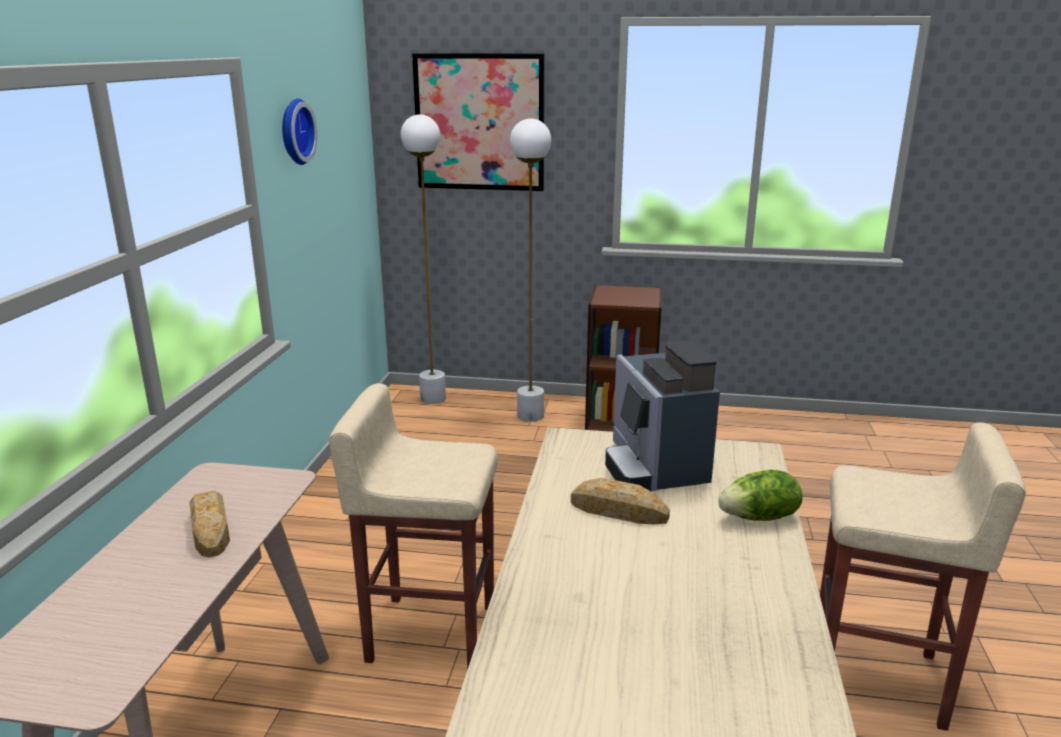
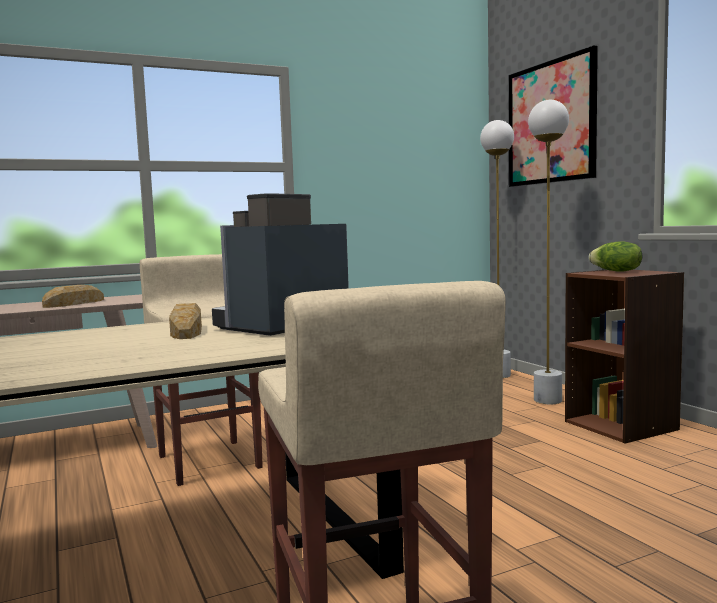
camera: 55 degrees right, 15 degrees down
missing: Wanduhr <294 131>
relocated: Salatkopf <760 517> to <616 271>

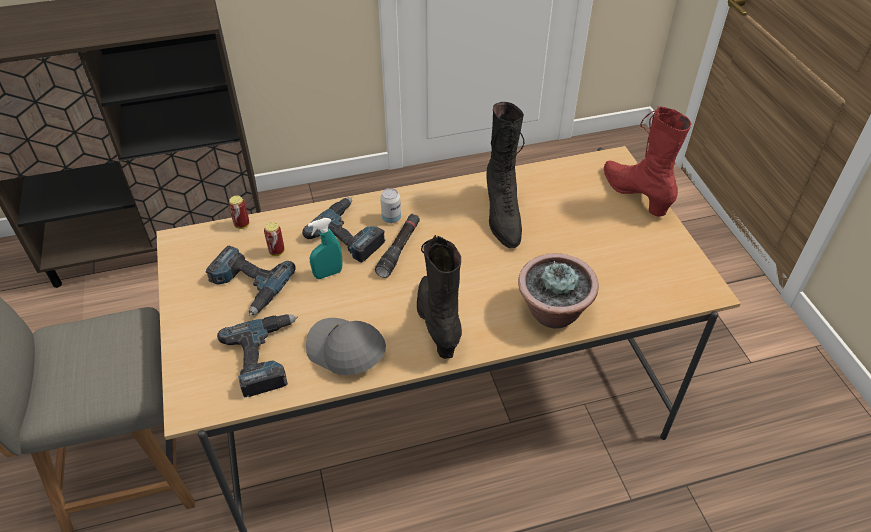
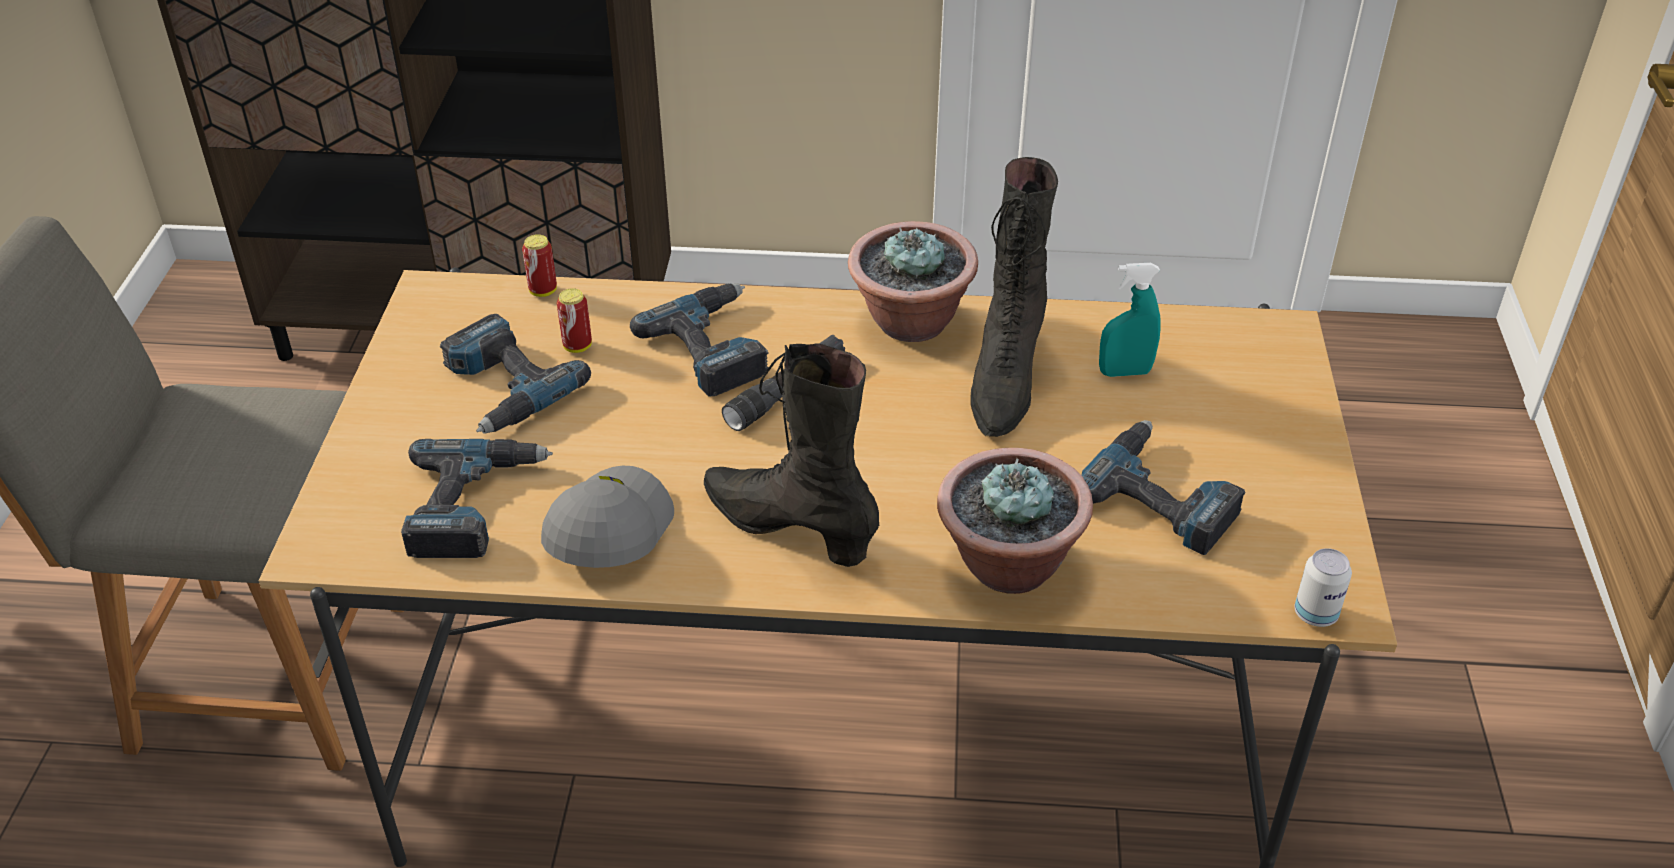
camera: 20 degrees right, 5 degrees down
missing: Stiefel [rot] <635 194>
appeared: Topfpflanze <910 323>; Bohrmaschine <1162 496>
relocated: Sprühflasche [türkis] <328 273> to <1124 372>; Dose <391 218> to <1315 614>
spun: Kappe [grau] <345 351> = <606 530> 45 degrees clockwise; Stiefel [schwarz] <438 323> = <789 528> 60 degrees counterclockwise

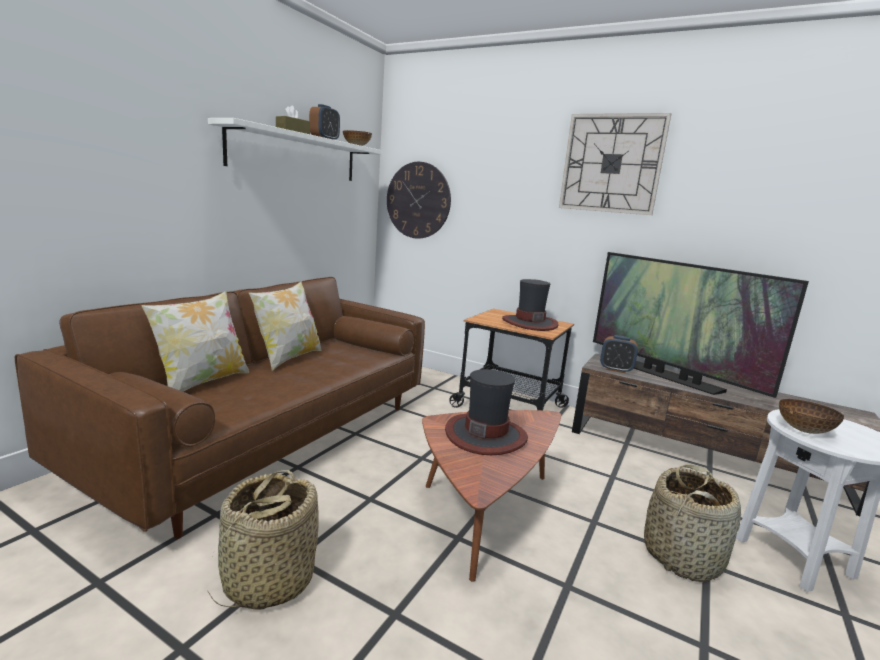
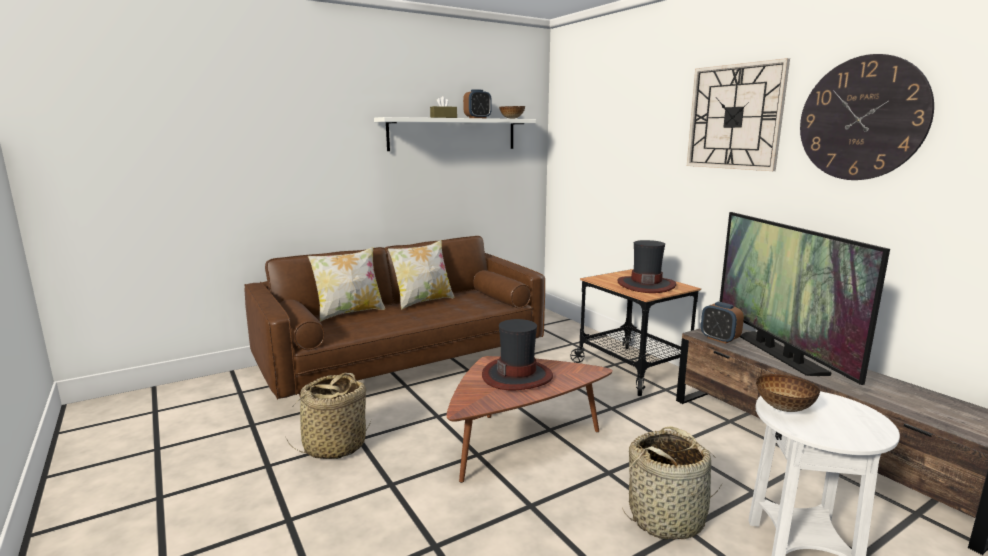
camera: 30 degrees right, 0 degrees up
relocated: Wanduhr <418 200> to <862 119>

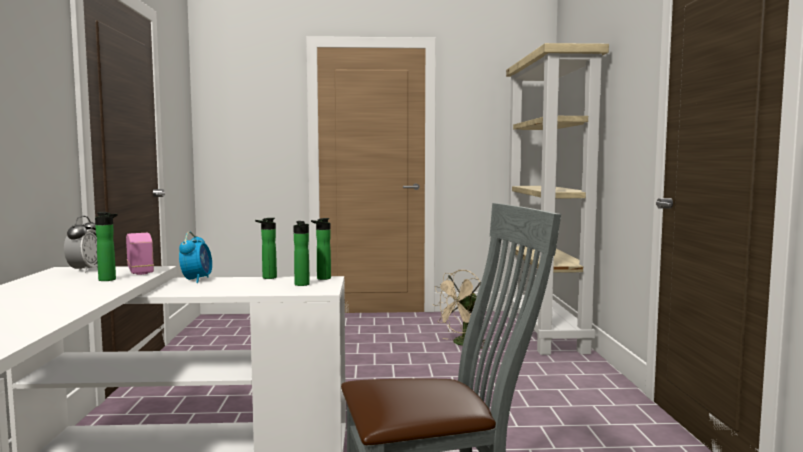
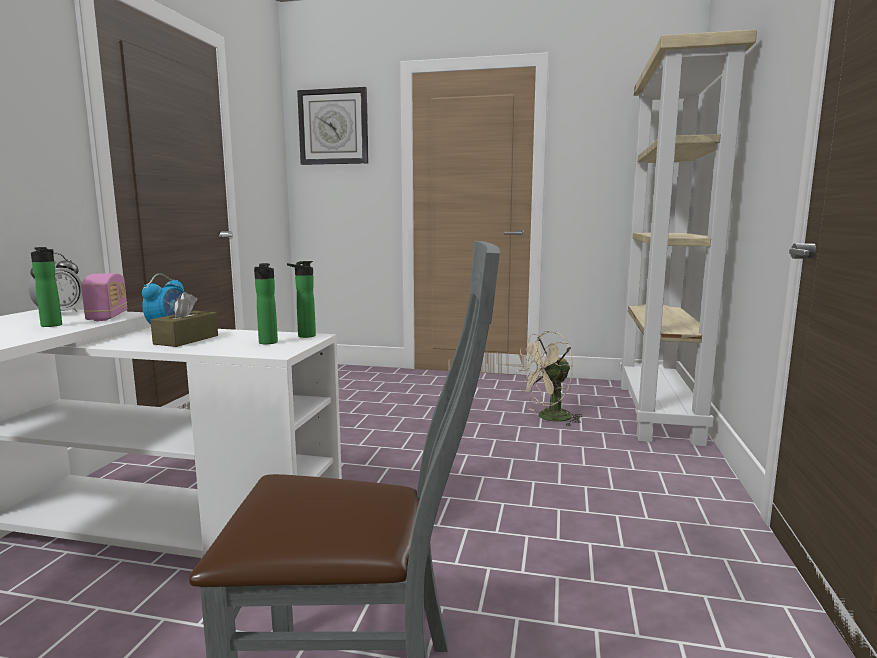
camera: 15 degrees right, 5 degrees up
missing: Flasche <267 278>
appeared: Taschentuchbox [braun] <186 340>; Wanduhr <333 127>

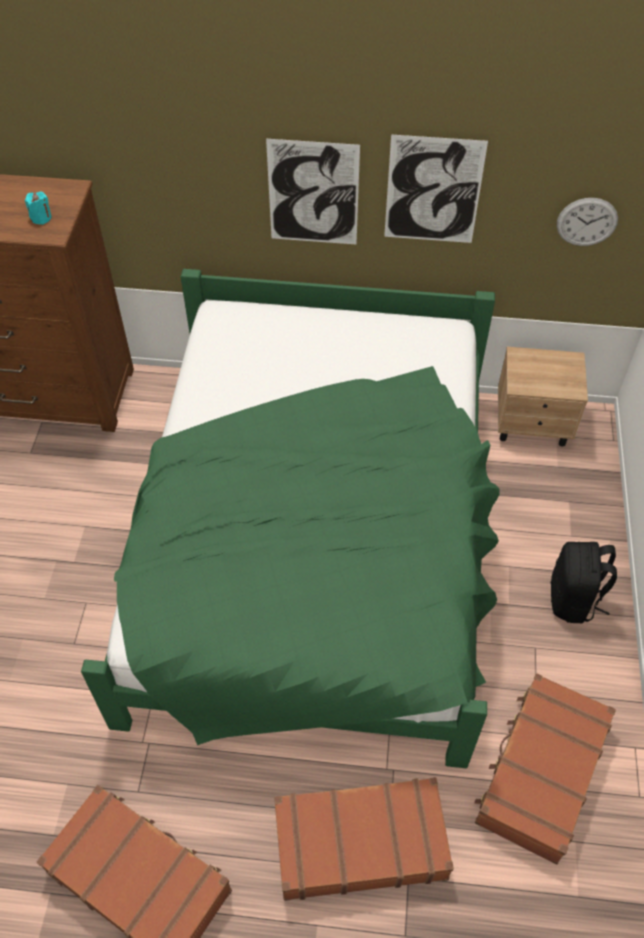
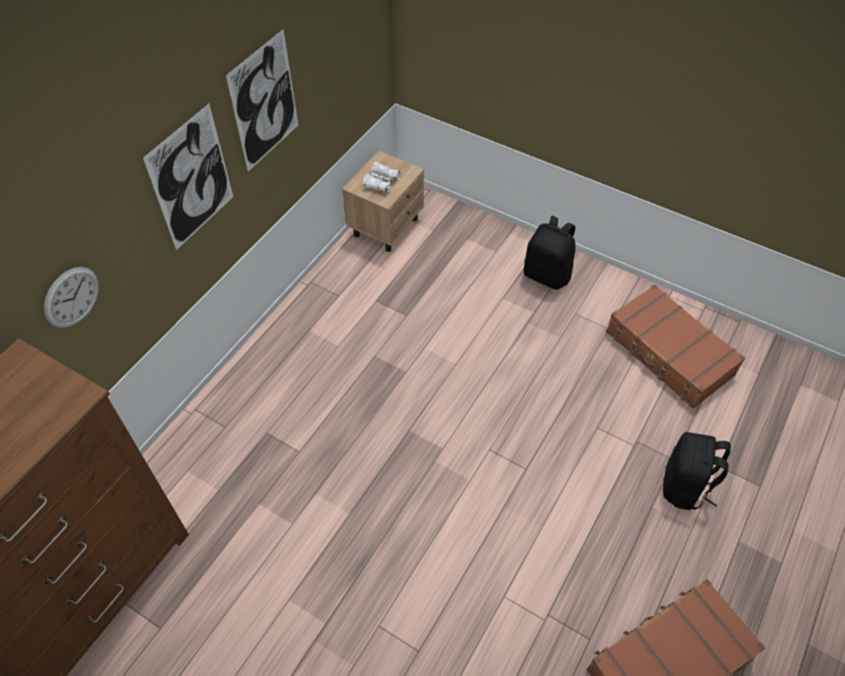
camera: 65 degrees left, 0 degrees up
missing: Kerze [türkis] <41 218>; Bett [grün] <315 546>
appeared: Fernglas [weiß] <381 183>
relocated: Wanduhr <587 222> to <72 297>
exchanged: Koffer [braun] <359 842> to Rucksack [schwarz] <685 487>

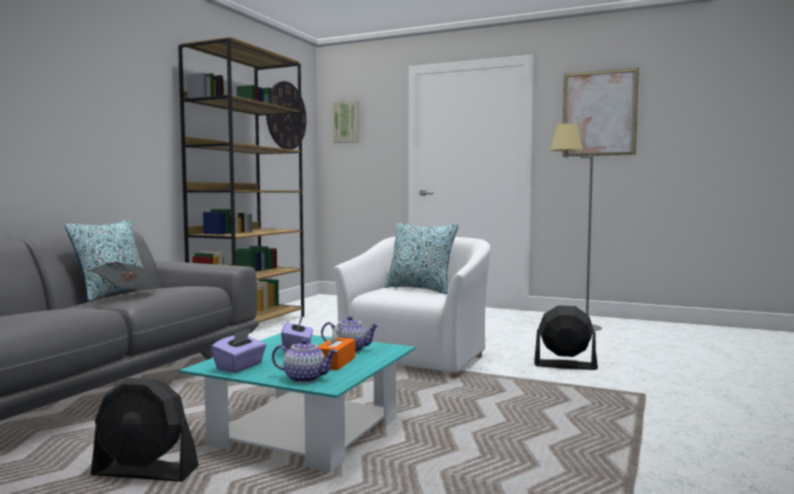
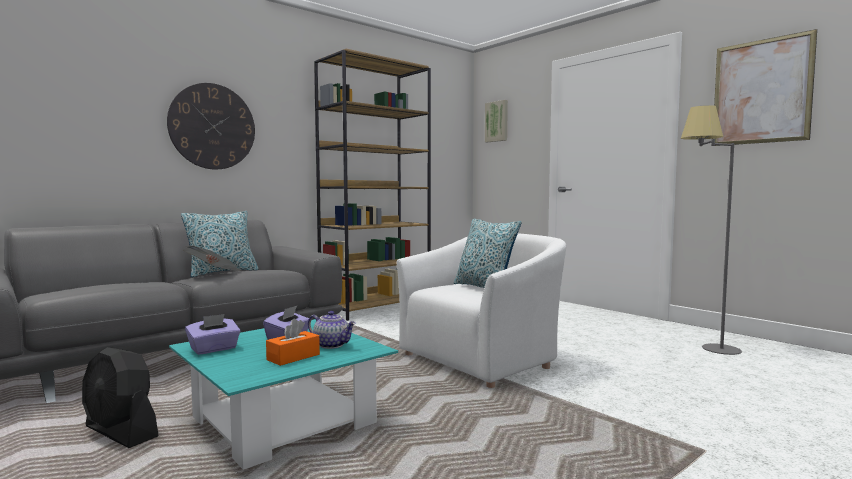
camera: 25 degrees right, 0 degrees up
missing: Teekanne <305 378>; Ventilator [schwarz] <564 365>
relocated: Wanduhr <286 116> to <212 126>

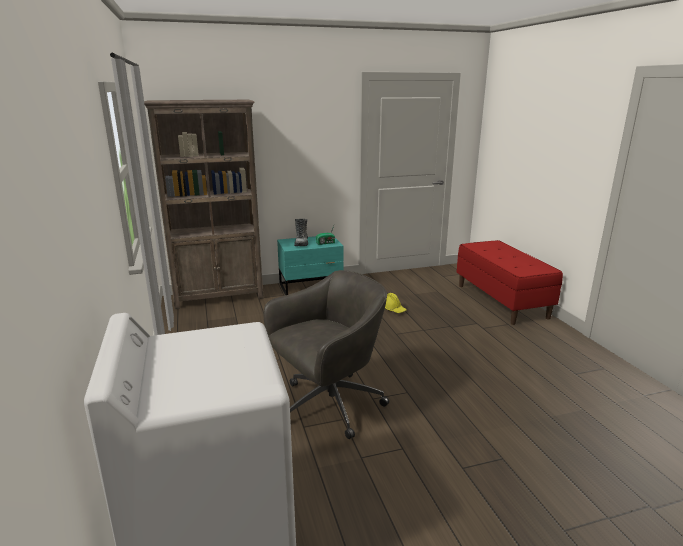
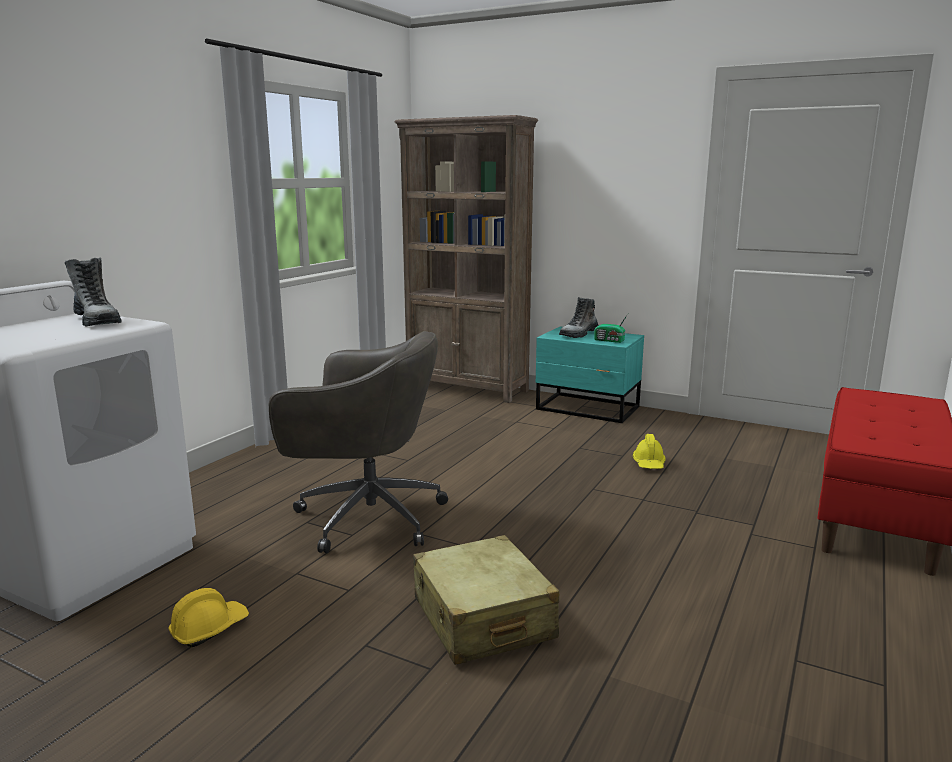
camera: 45 degrees right, 5 degrees down
appeared: Stiefel <97 321>; Schutzhelm [gelb] <209 628>; Koffer [beige] <482 618>

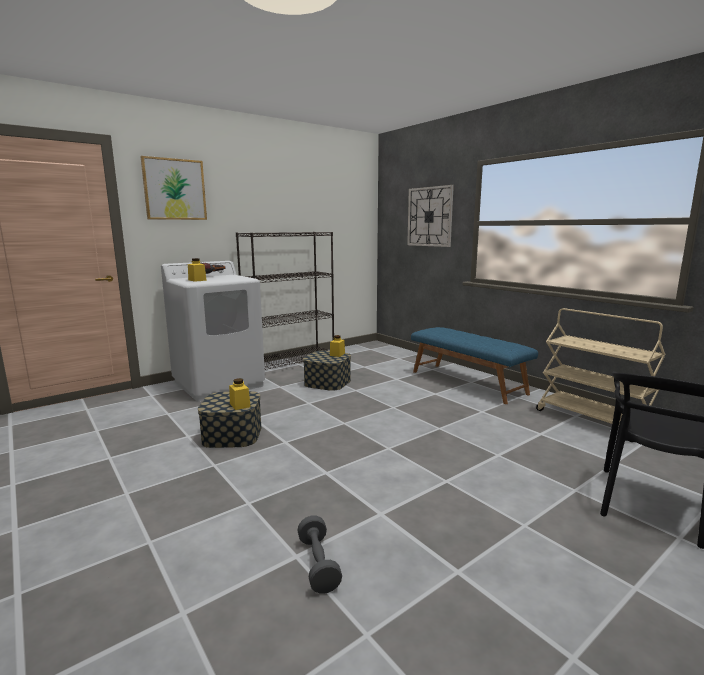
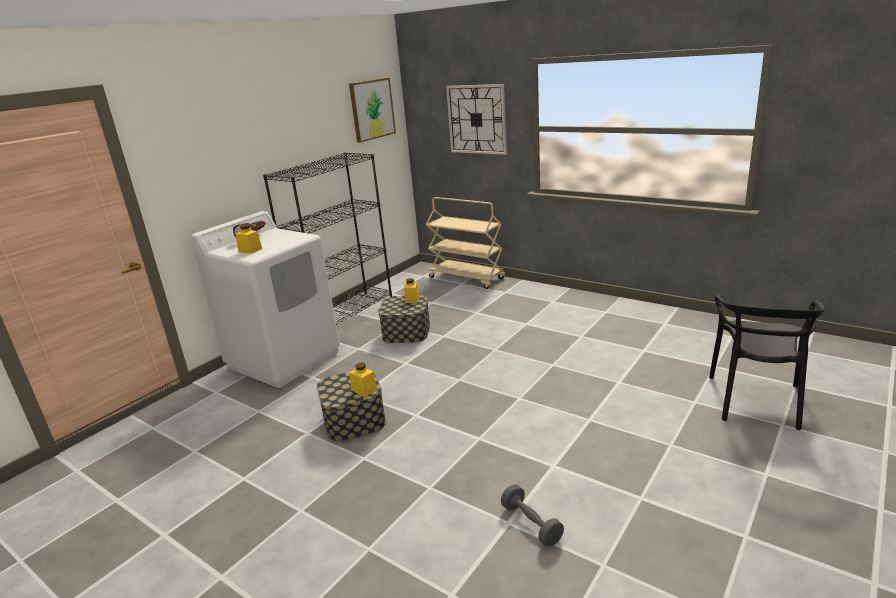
camera: 15 degrees left, 10 degrees up
missing: Bank [blau] <467 382>
relocated: Bild <174 189> to <372 109>; Rollwagen [beige] <592 420> to <467 278>

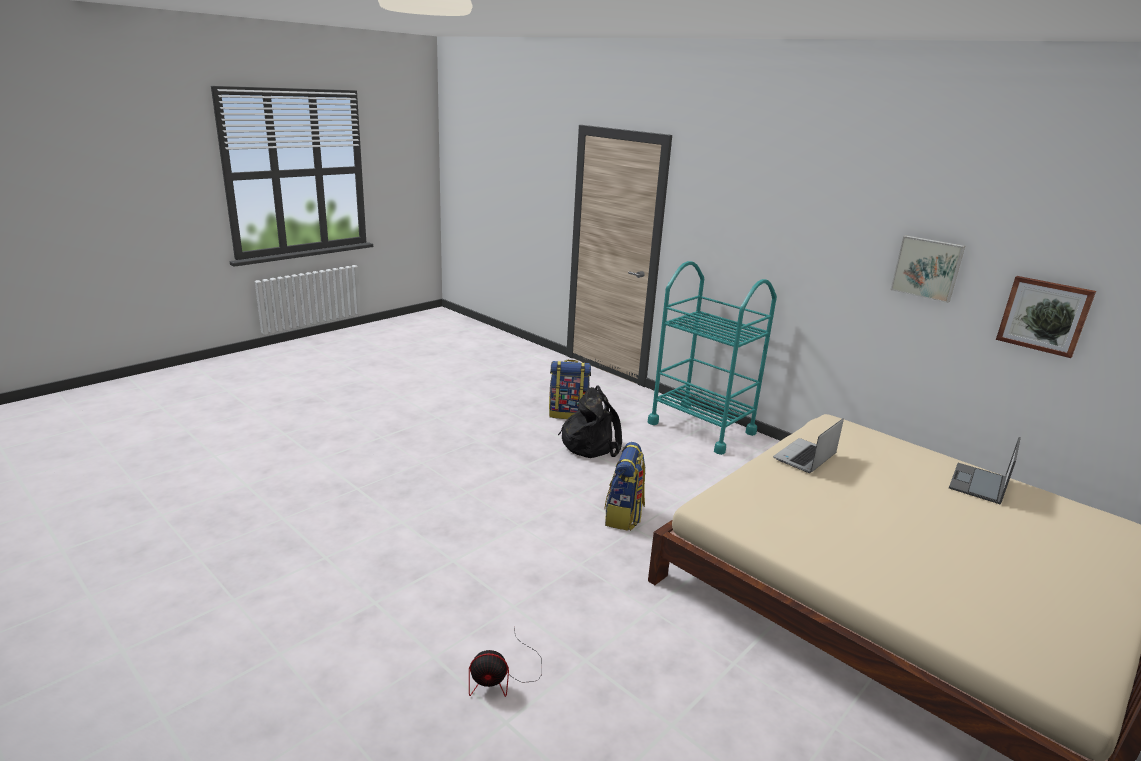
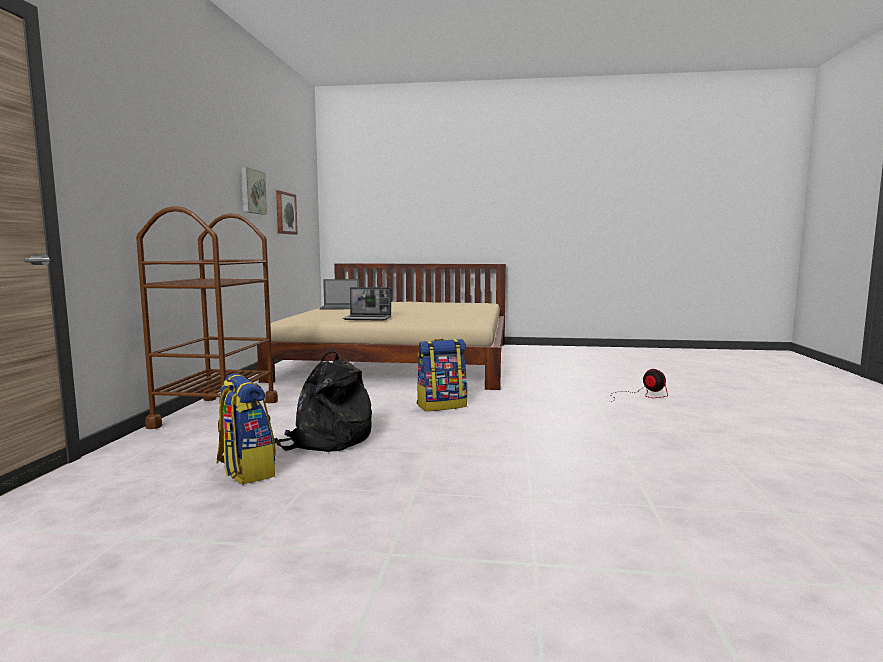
camera: 125 degrees left, 15 degrees down
colour: Rollwagen [türkis] <701 428> to Rollwagen [braun] <217 414>

